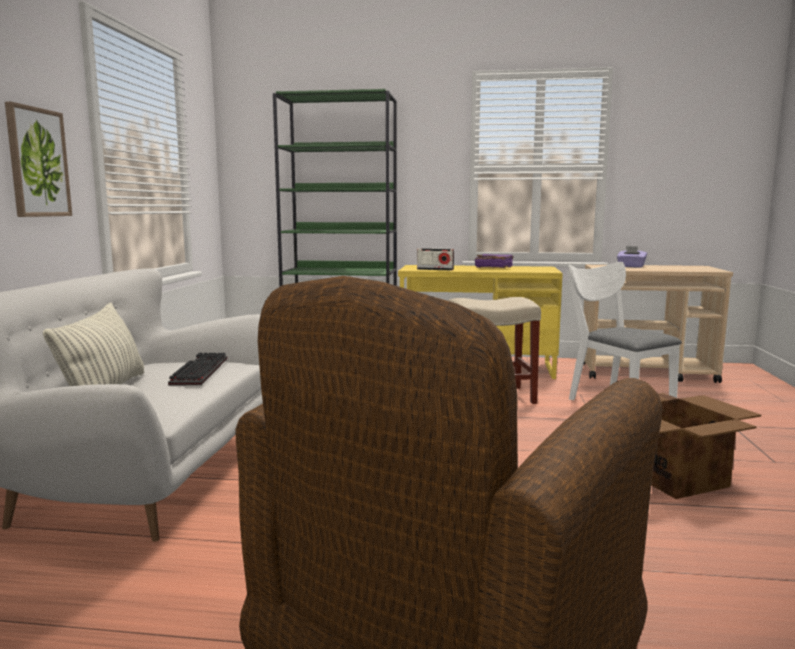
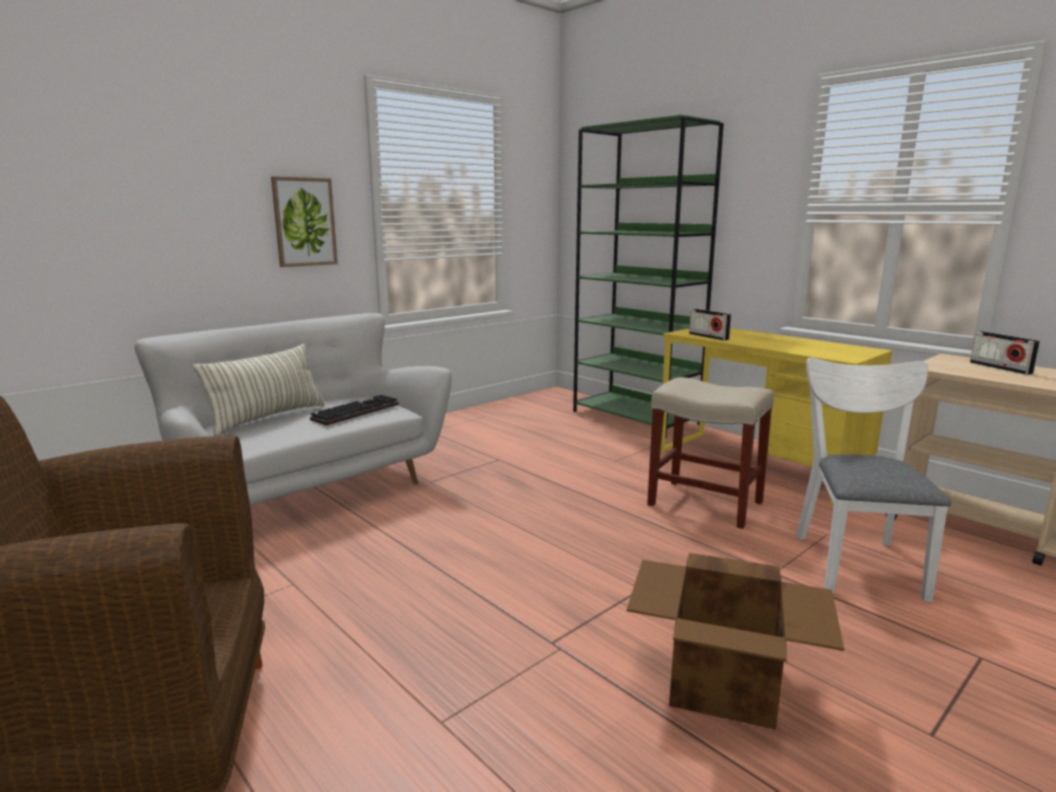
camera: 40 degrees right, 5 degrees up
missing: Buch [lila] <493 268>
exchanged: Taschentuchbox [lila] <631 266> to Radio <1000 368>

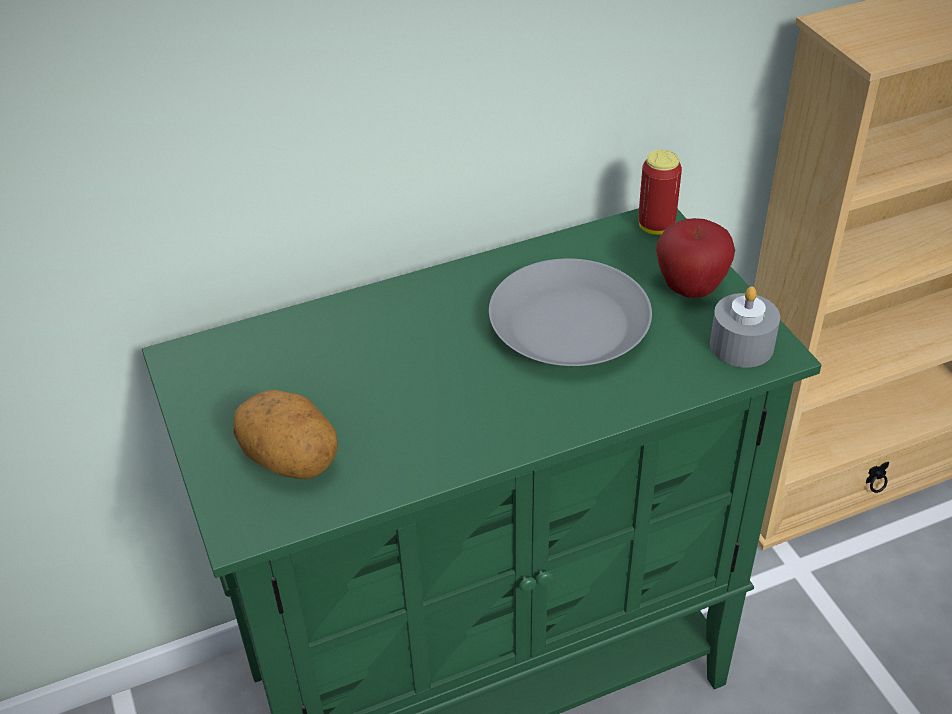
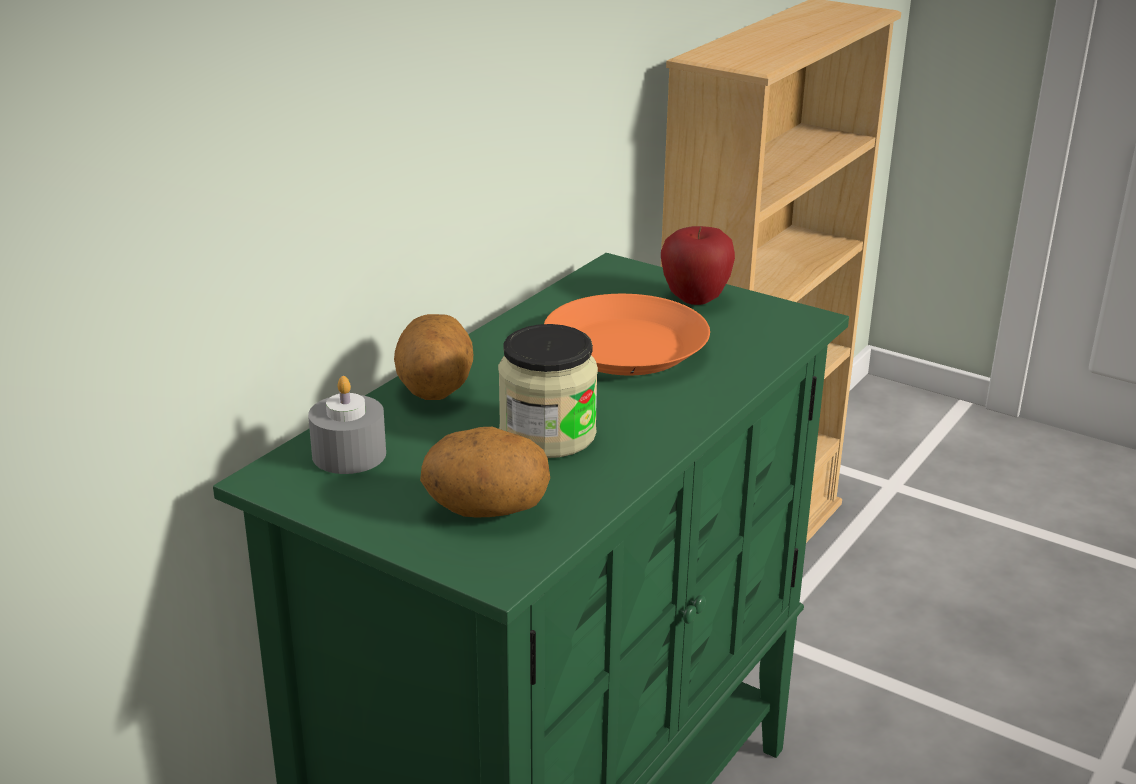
camera: 35 degrees left, 15 degrees down
missing: Dose <656 227>
appeared: Kartoffel <435 390>; Vorratsglas <547 435>
relocated: Kerze [grau] <741 345> to <349 454>
colour: Teller [grau] <567 325> to Teller [orange] <624 348>

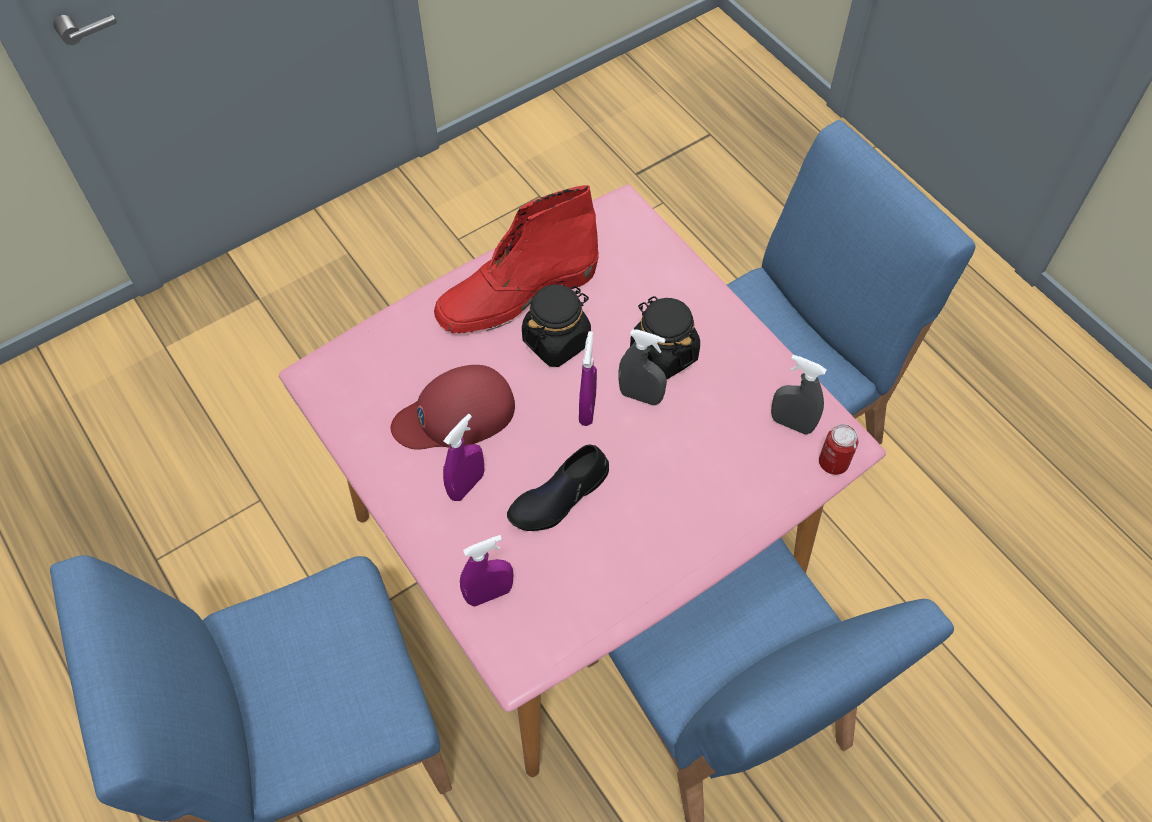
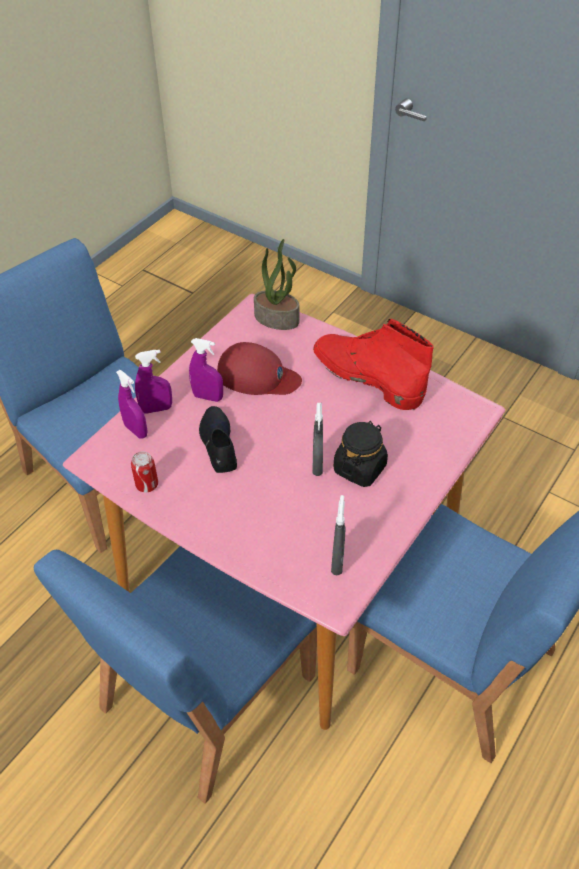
camera: 70 degrees right, 10 degrees down
missing: Vorratsglas [schwarz] <557 341>
appeared: Topfpflanze <277 318>
relocated: Dose <833 462> to <147 485>; Sprühflasche [lila] <587 409> to <156 409>
spun: Schuh [schwarz] <559 496> = <218 444> 45 degrees clockwise; Kappe [rot] <455 414> = <257 376> 150 degrees clockwise

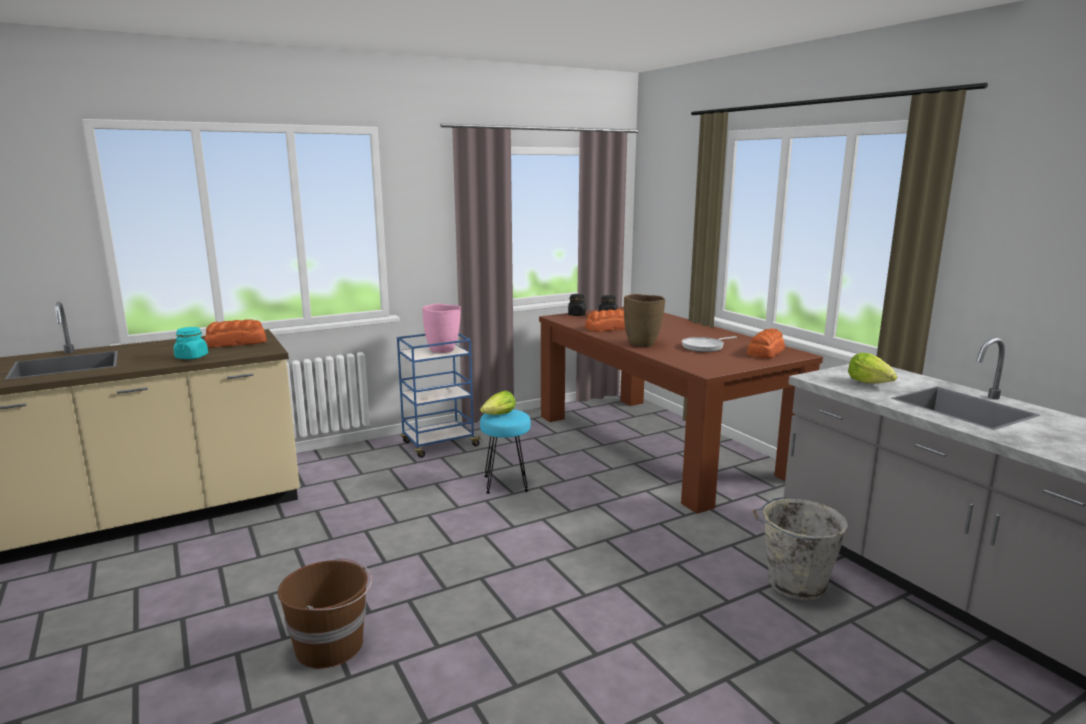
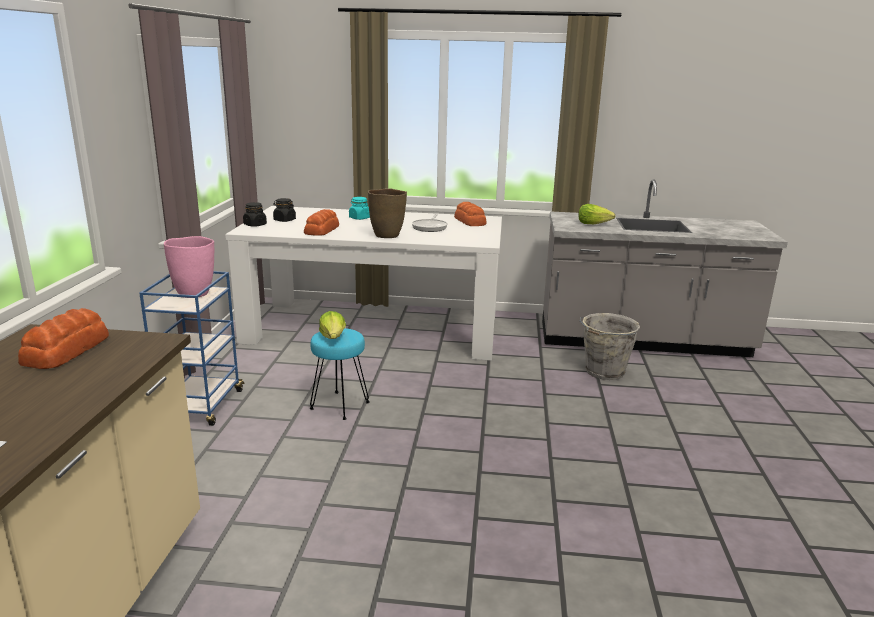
camera: 55 degrees left, 5 degrees up
missing: Eimer [braun] <331 645>
relocated: Vorratsglas [türkis] <192 357> to <359 218>
colour: Esstisch [braun] <658 444> to Esstisch [weiß] <374 328>

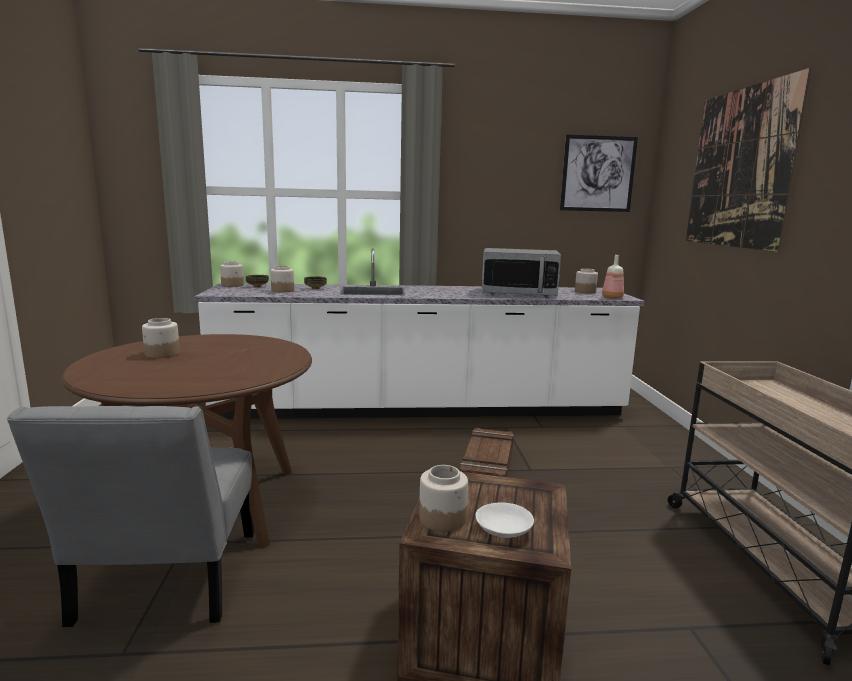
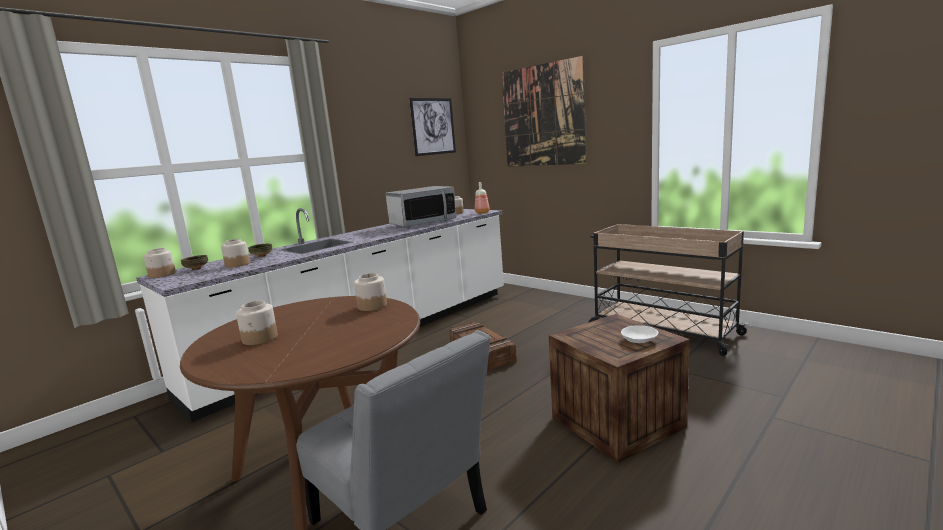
camera: 40 degrees left, 0 degrees up
relocated: Vorratsglas <442 518> to <372 306>

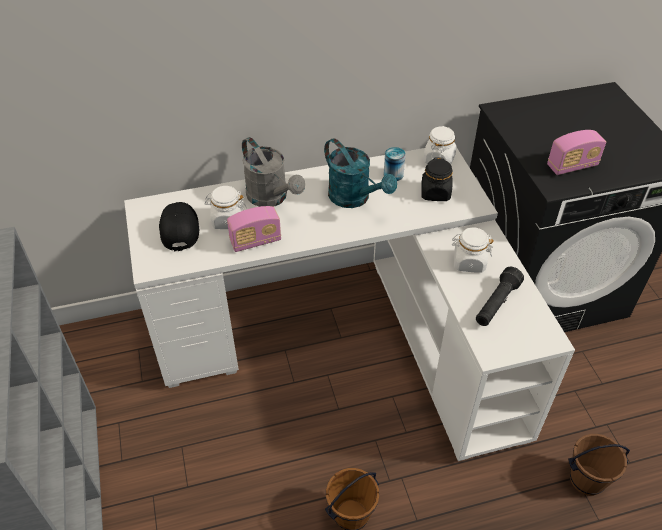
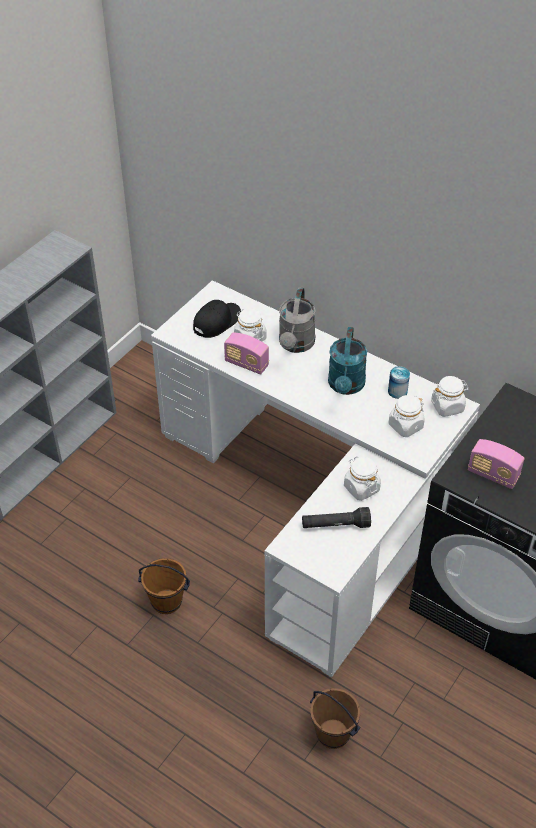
camera: 50 degrees right, 0 degrees up
colour: Vorratsglas [schwarz] <435 193> to Vorratsglas [weiß] <405 426>

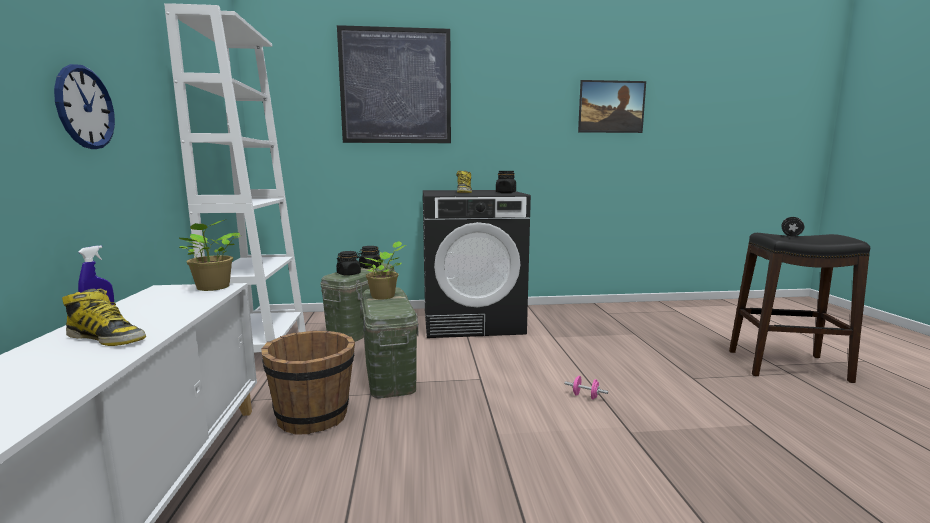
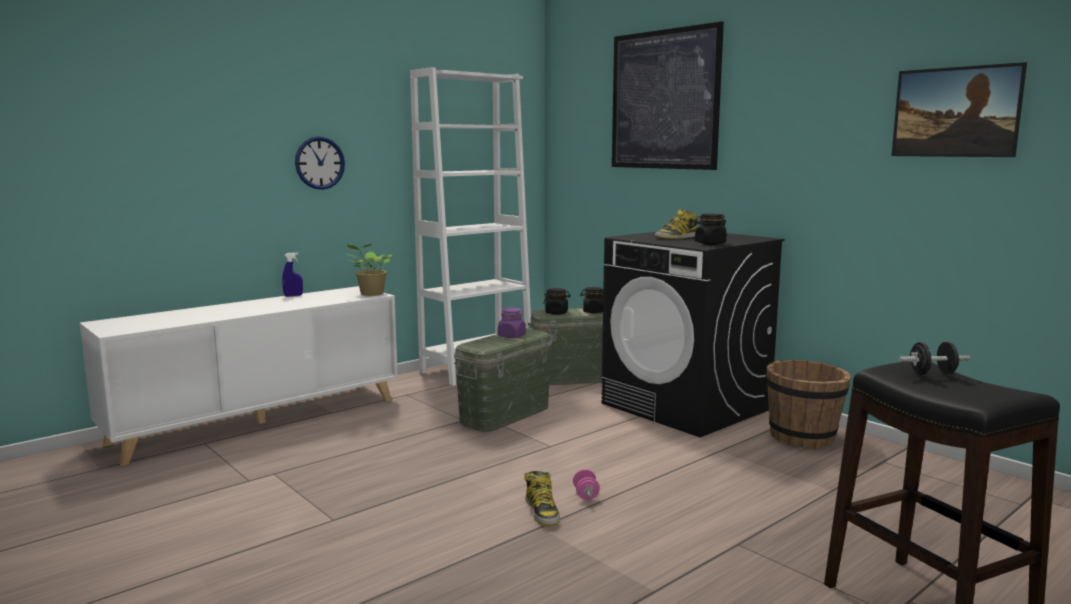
camera: 55 degrees right, 0 degrees up
relocated: Stiefel <107 338> to <542 512>; Eimer [braun] <314 416> to <803 437>
exchanged: Topfpflanze <385 296> to Vorratsglas [lila] <511 336>

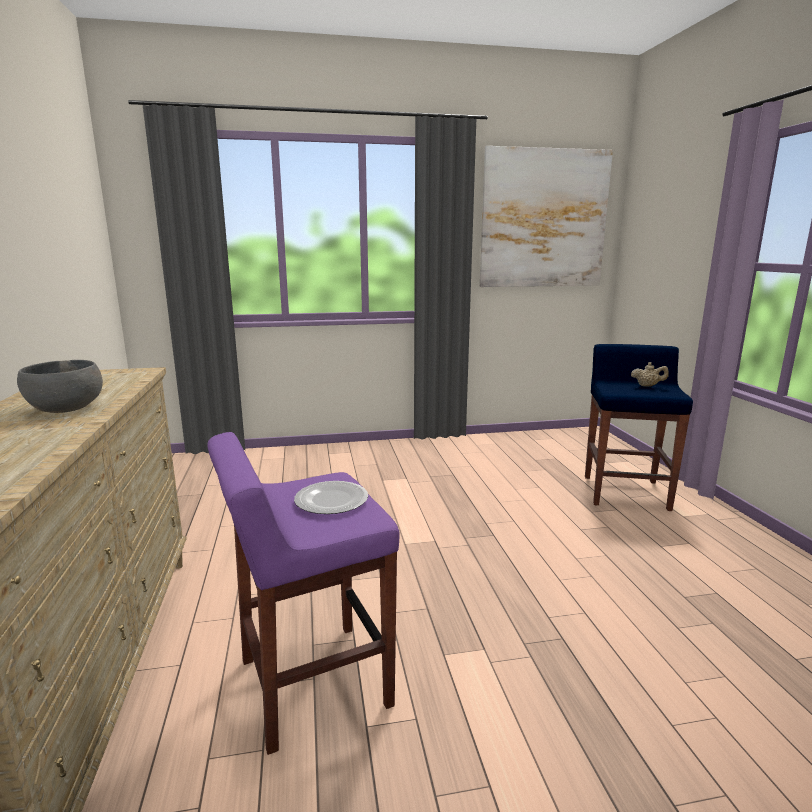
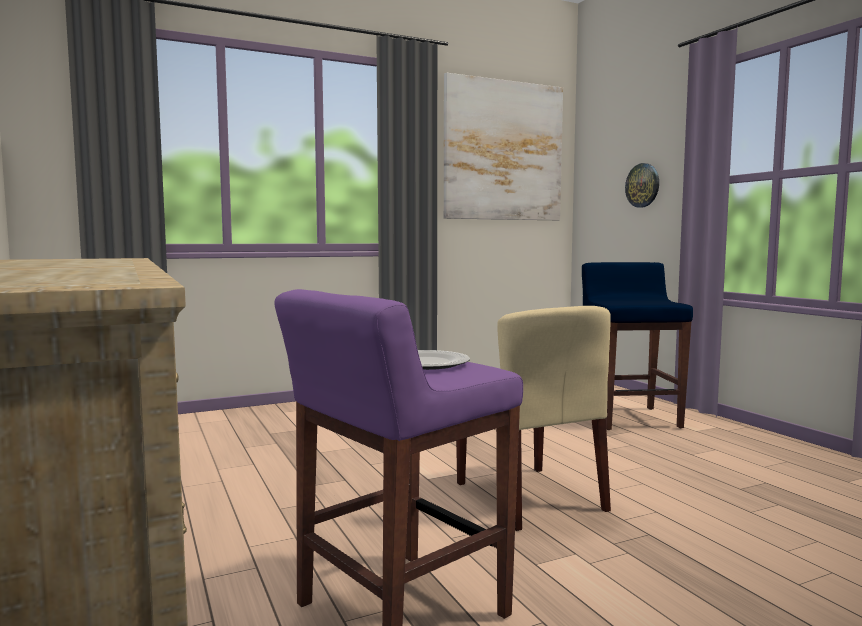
camera: 15 degrees left, 10 degrees down
missing: Schüssel [grau] <67 408>; Teekanne [beige] <647 386>
appeared: Stuhl [beige] <530 497>; Wanduhr <642 185>

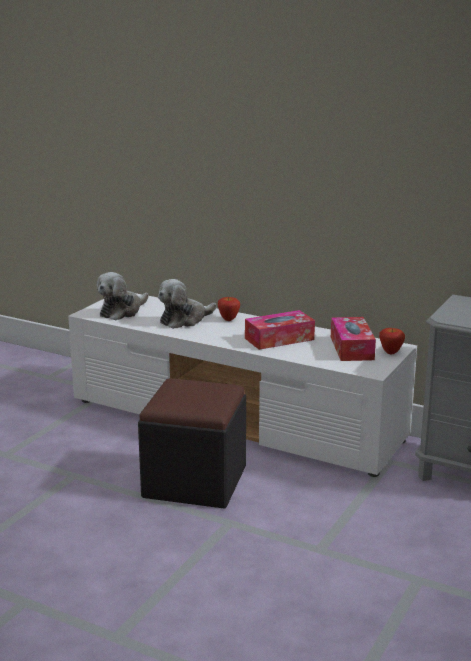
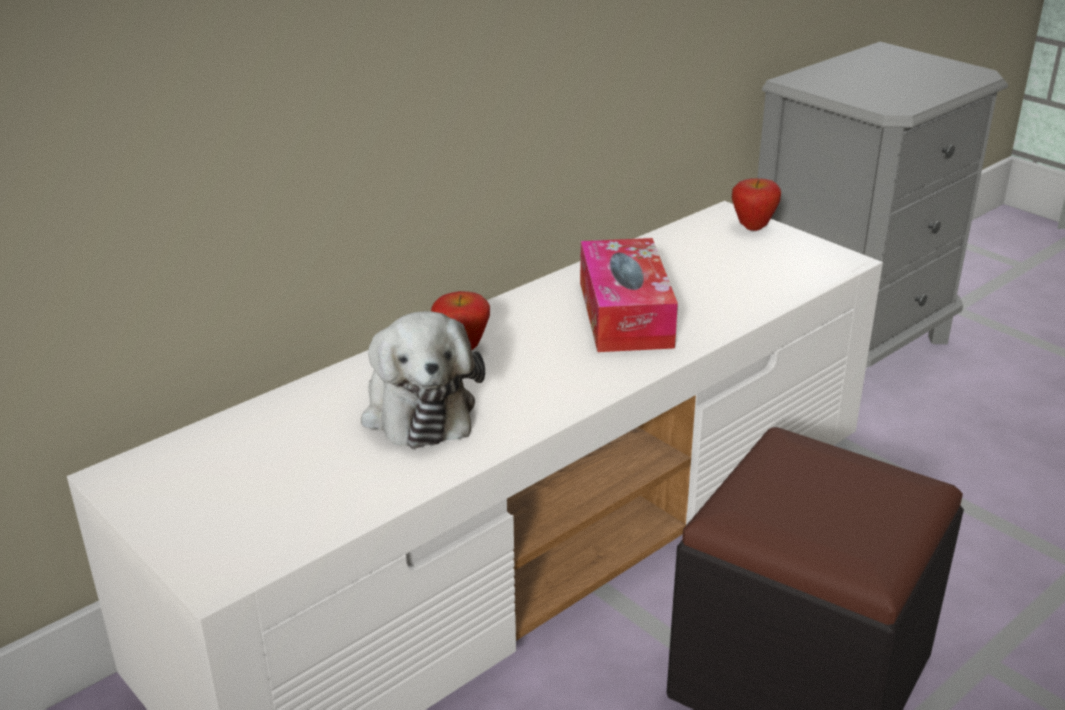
camera: 70 degrees left, 10 degrees up
missing: Plüschtier <122 311>; Taschentuchbox <351 348>

